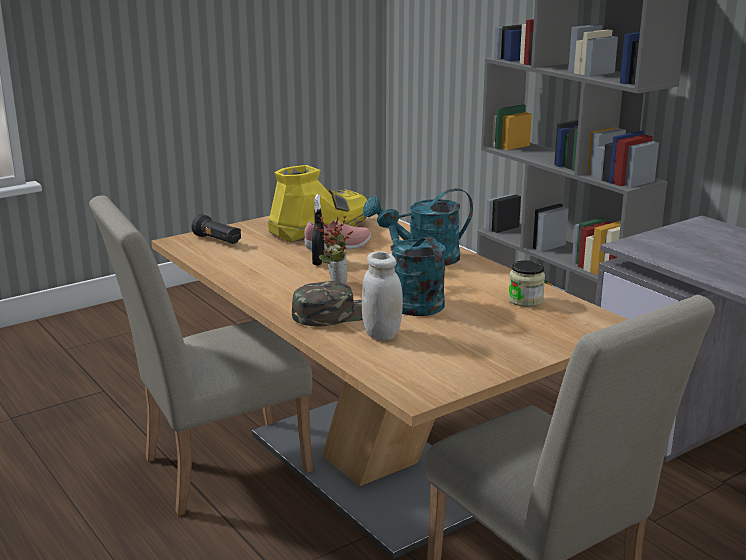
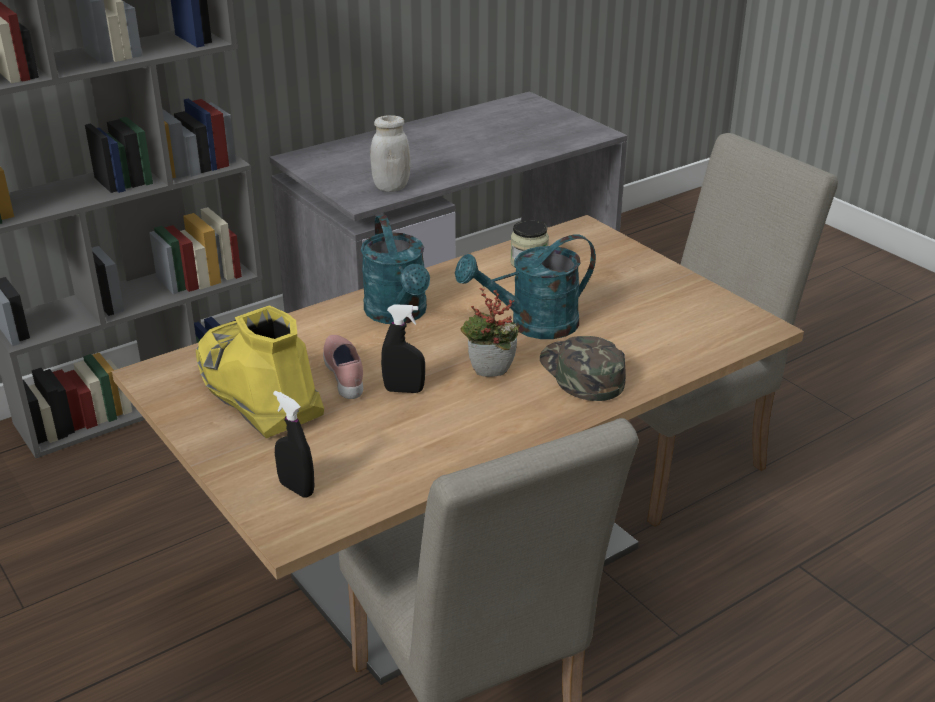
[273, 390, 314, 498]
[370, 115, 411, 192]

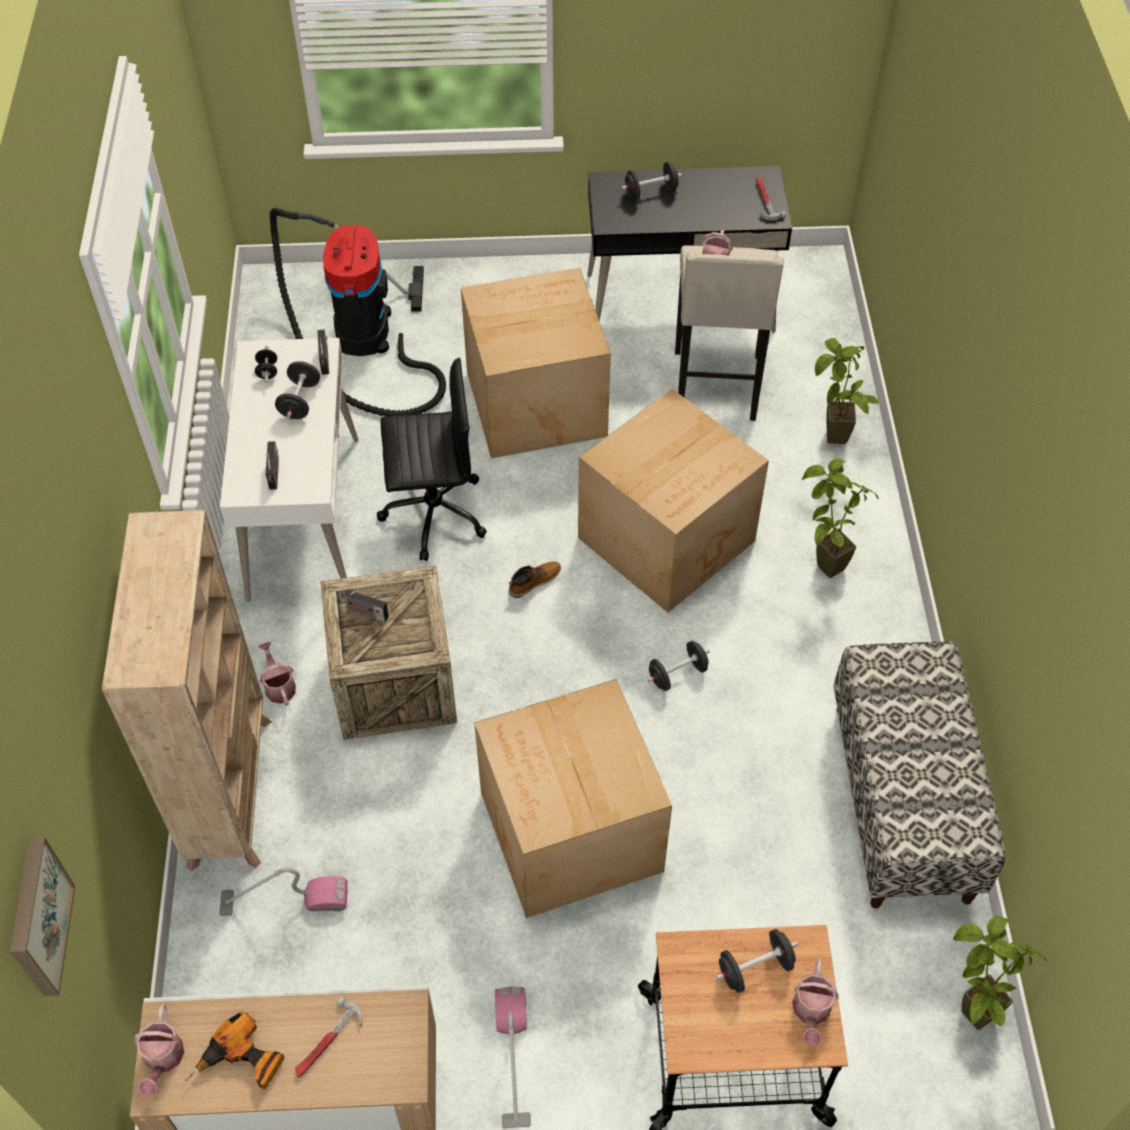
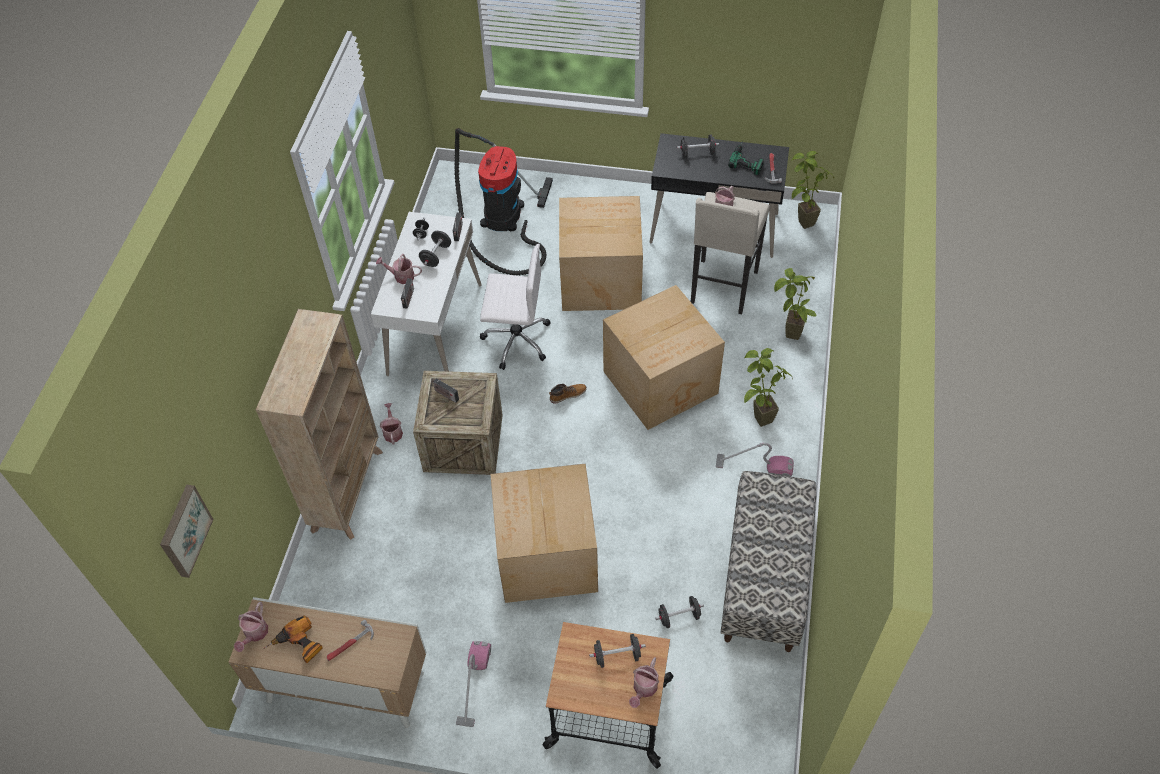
[480, 244, 551, 370]
[656, 596, 704, 628]
[716, 443, 794, 477]
[791, 151, 834, 229]
[728, 143, 764, 175]
[376, 254, 422, 284]

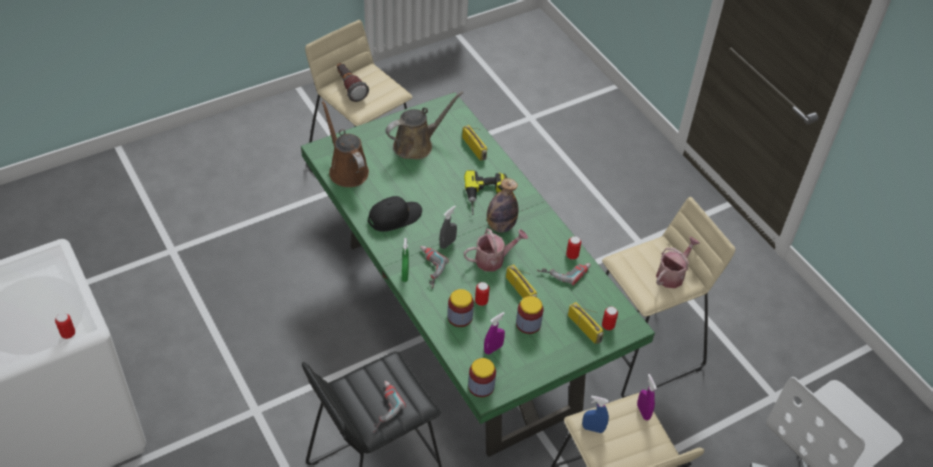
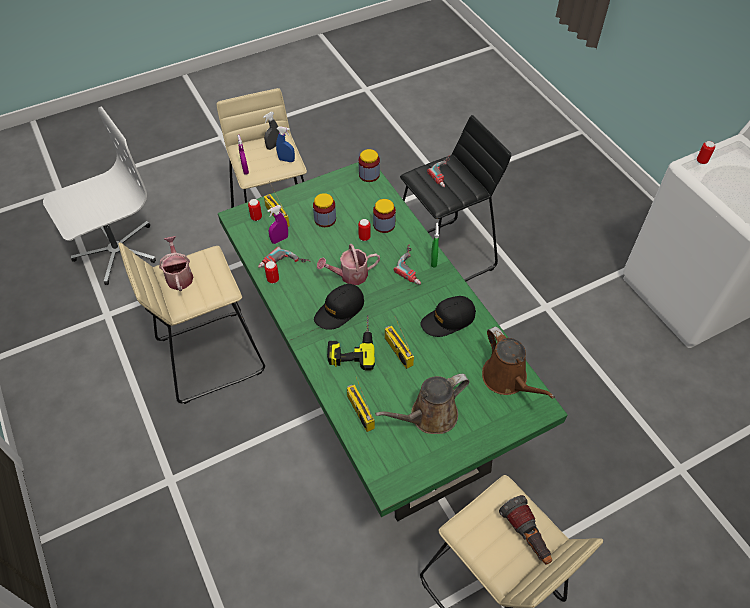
[314, 284, 364, 330]
[263, 112, 280, 150]
[159, 236, 193, 291]
[385, 317, 414, 369]
[267, 205, 288, 244]

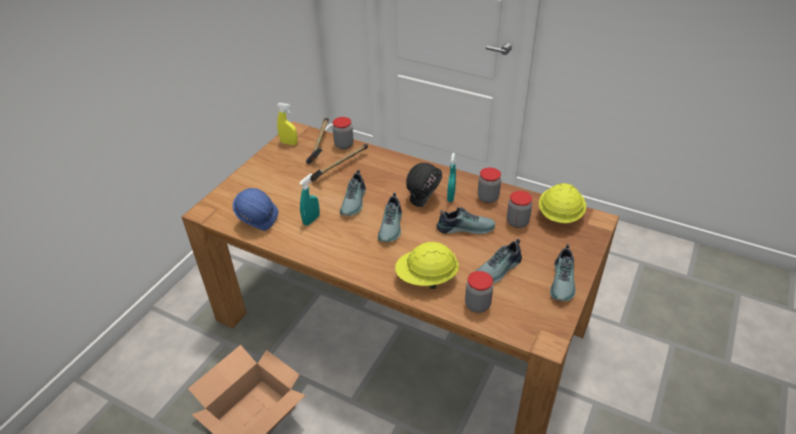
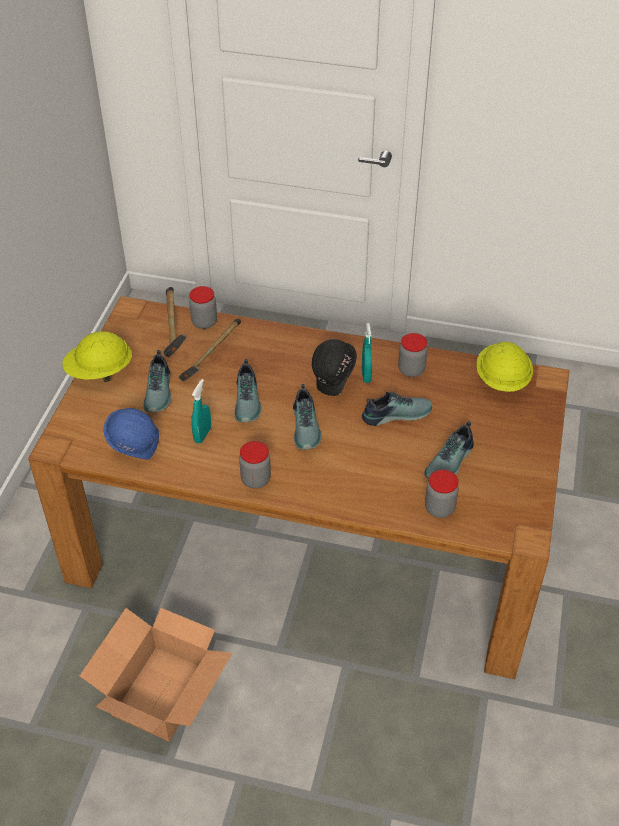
[277, 103, 297, 145] (first image)
[239, 441, 271, 489]
[62, 331, 132, 382]
[143, 350, 171, 412]

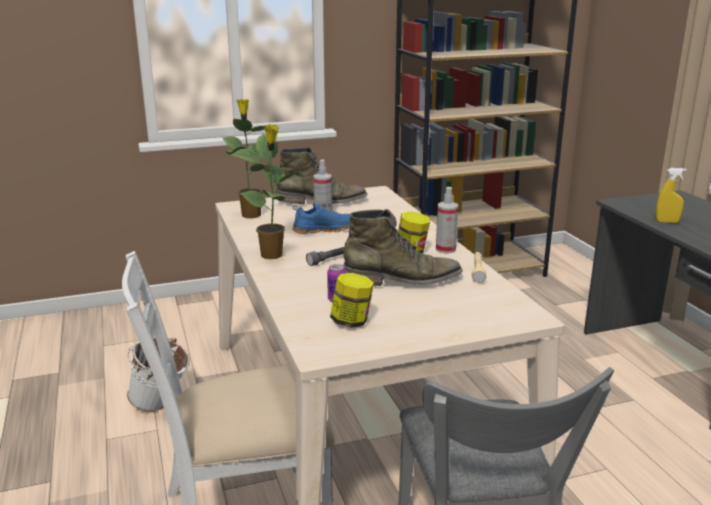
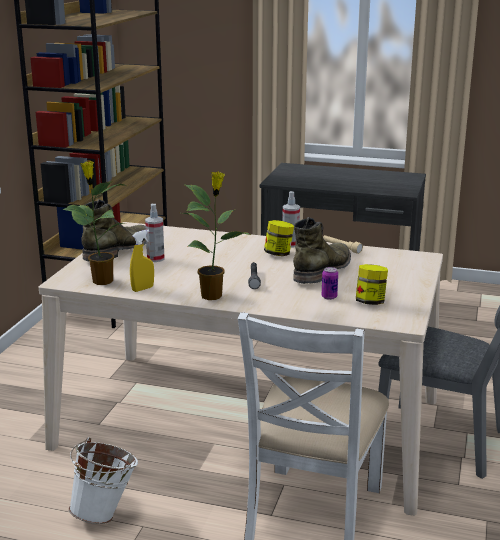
[130, 229, 154, 292]
[292, 203, 350, 234] (first image)

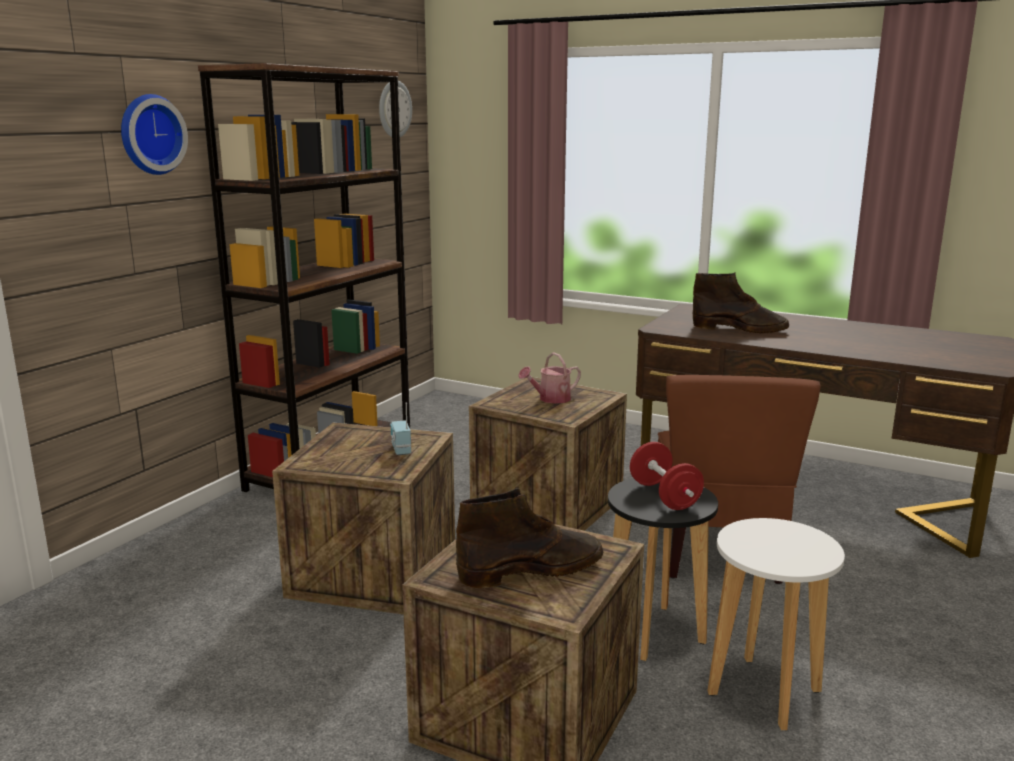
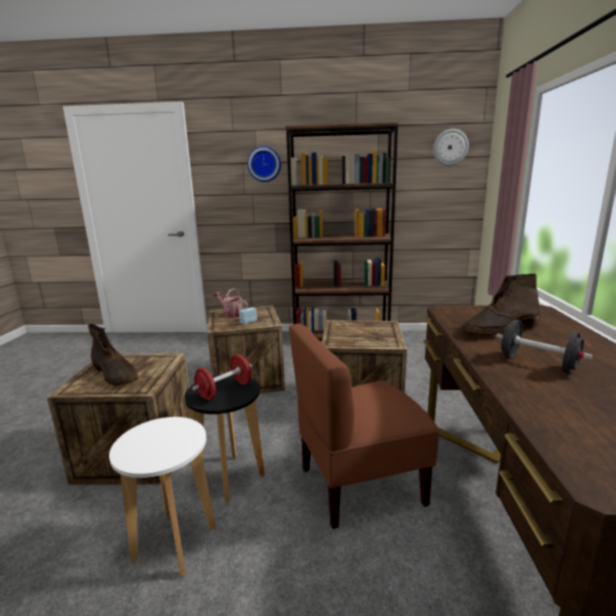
[461, 274, 540, 337]
[213, 288, 248, 318]
[496, 320, 593, 374]

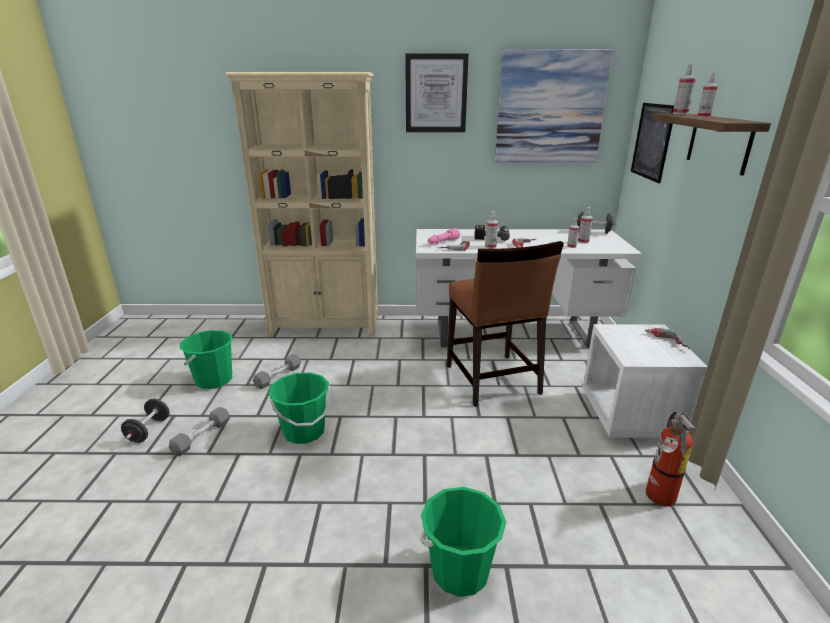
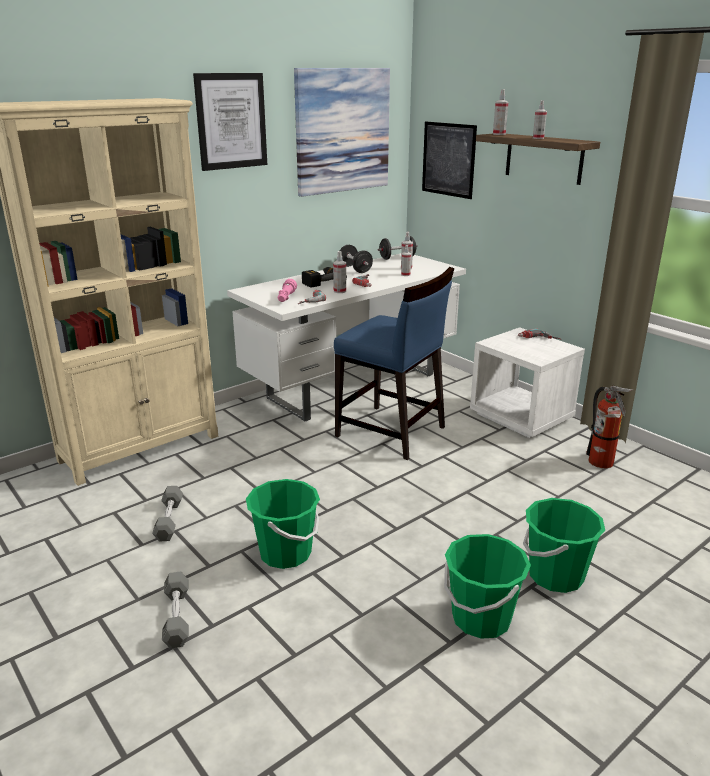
[334, 267, 454, 460]
[444, 534, 531, 639]
[340, 245, 373, 273]

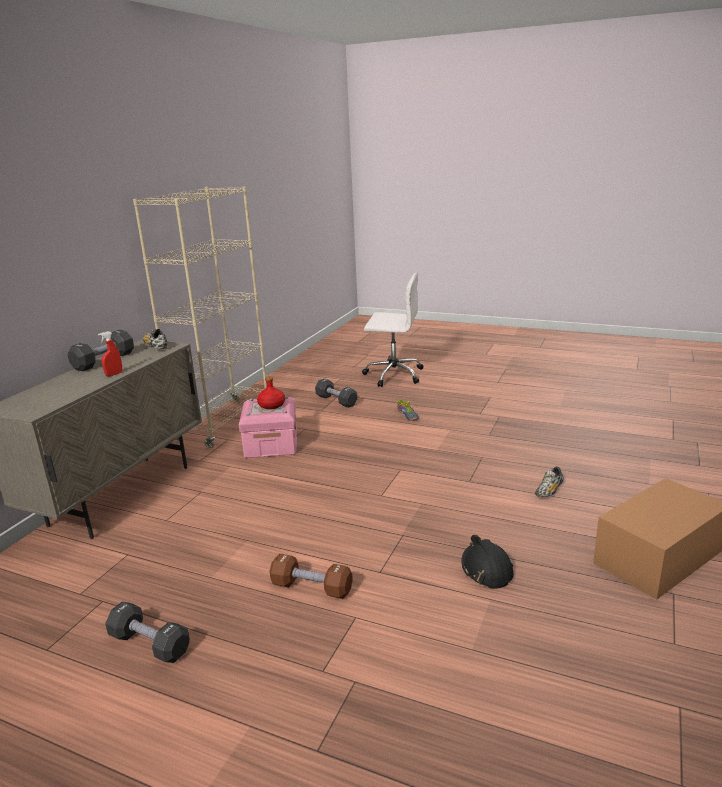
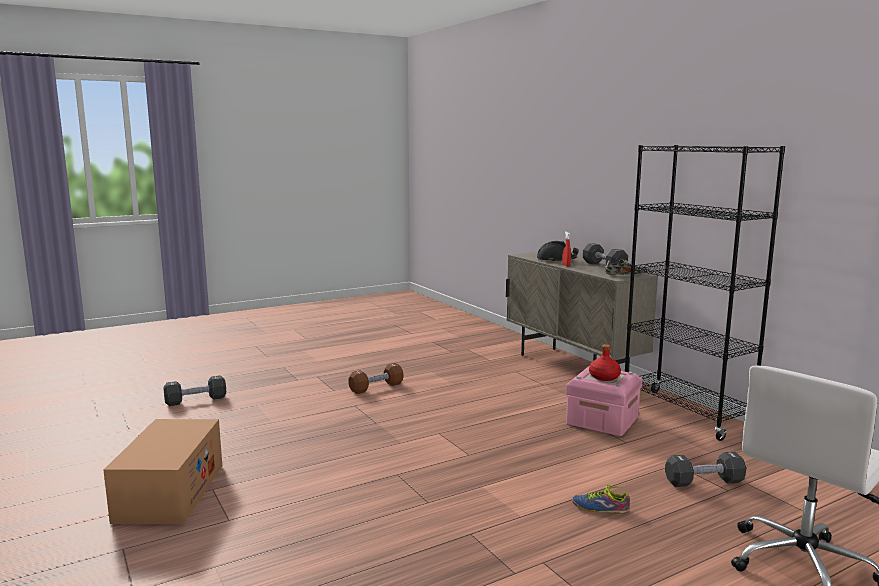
[625, 145, 785, 441]
[535, 467, 564, 497] (first image)
[537, 241, 579, 262]
[163, 375, 226, 406]

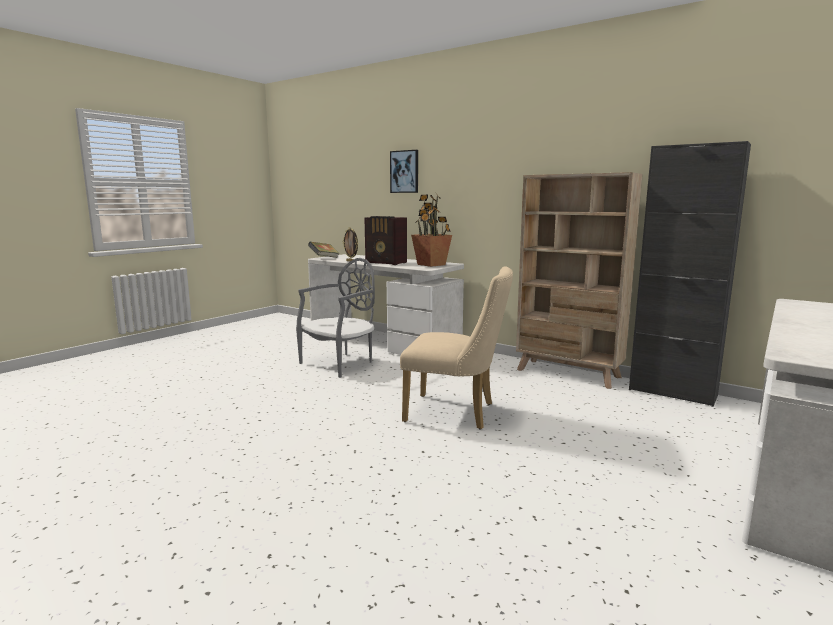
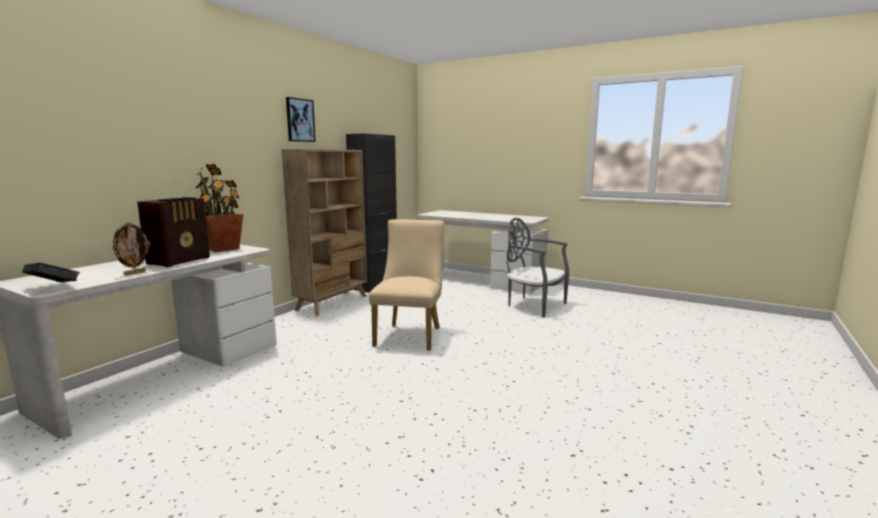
[286, 97, 316, 142]
[507, 218, 569, 317]

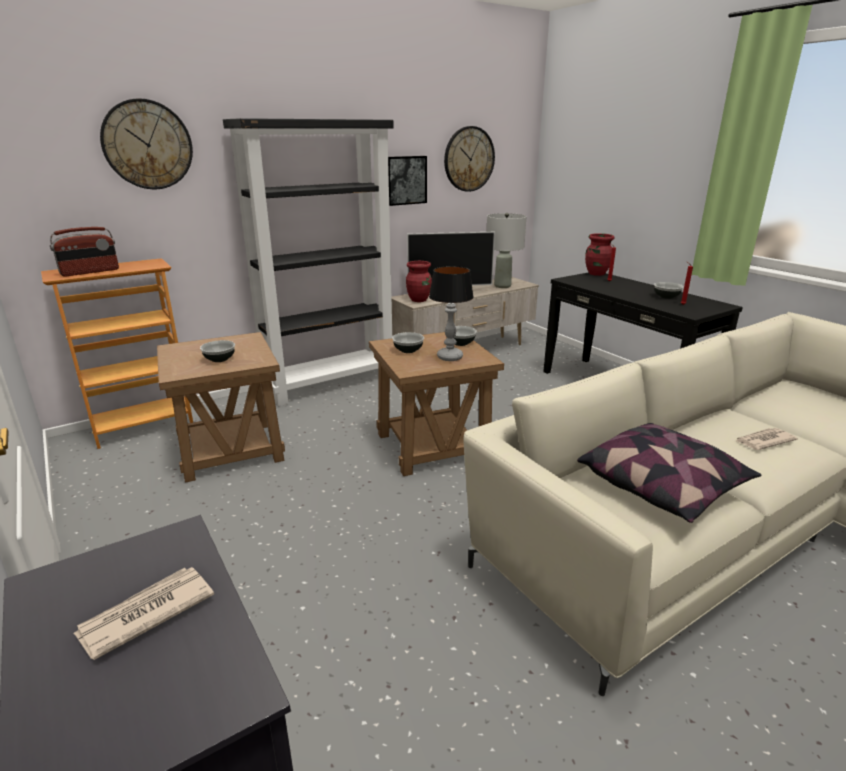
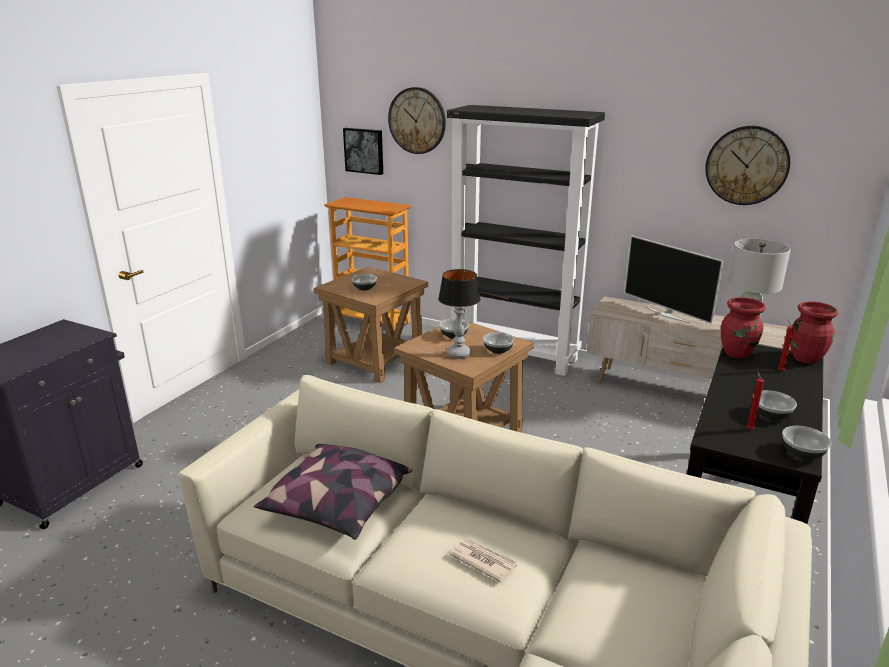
[343, 128, 383, 175]
[50, 227, 119, 277] (first image)
[721, 297, 766, 359]
[74, 567, 214, 660] (first image)
[782, 426, 832, 460]

